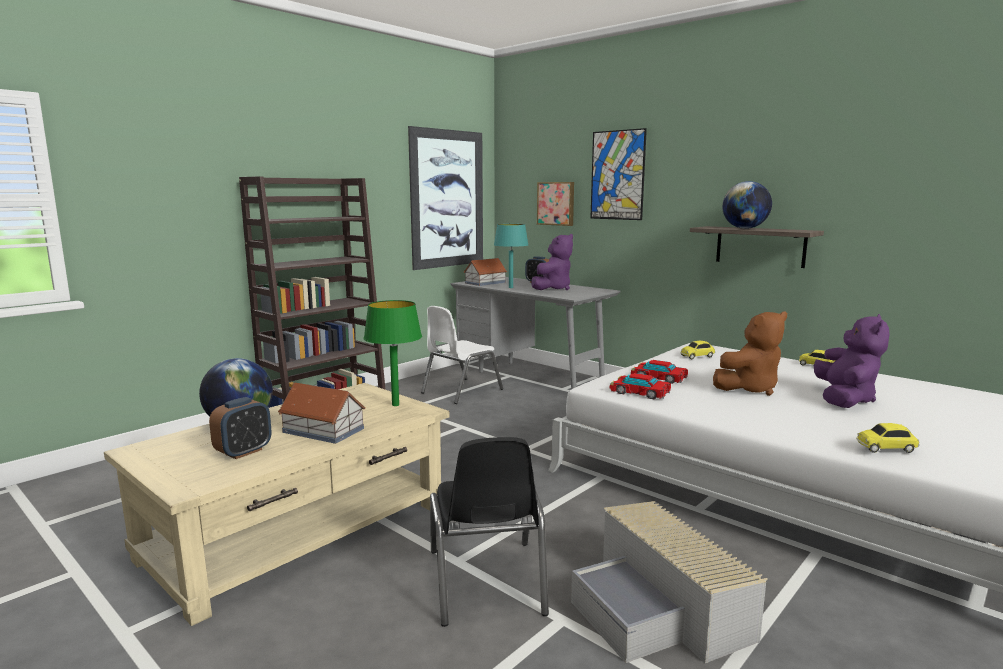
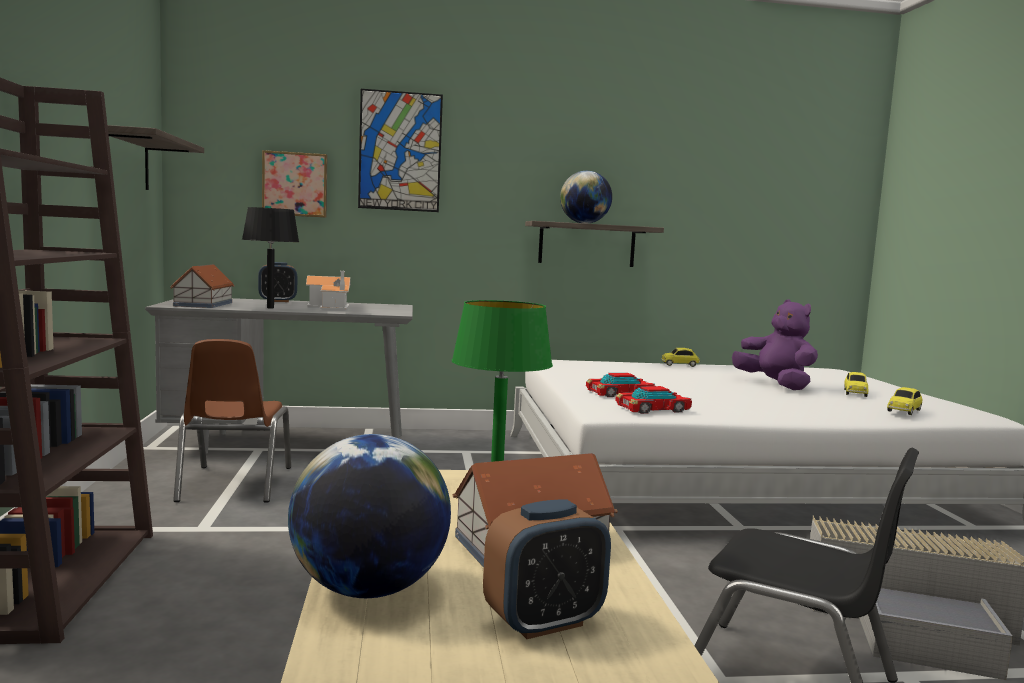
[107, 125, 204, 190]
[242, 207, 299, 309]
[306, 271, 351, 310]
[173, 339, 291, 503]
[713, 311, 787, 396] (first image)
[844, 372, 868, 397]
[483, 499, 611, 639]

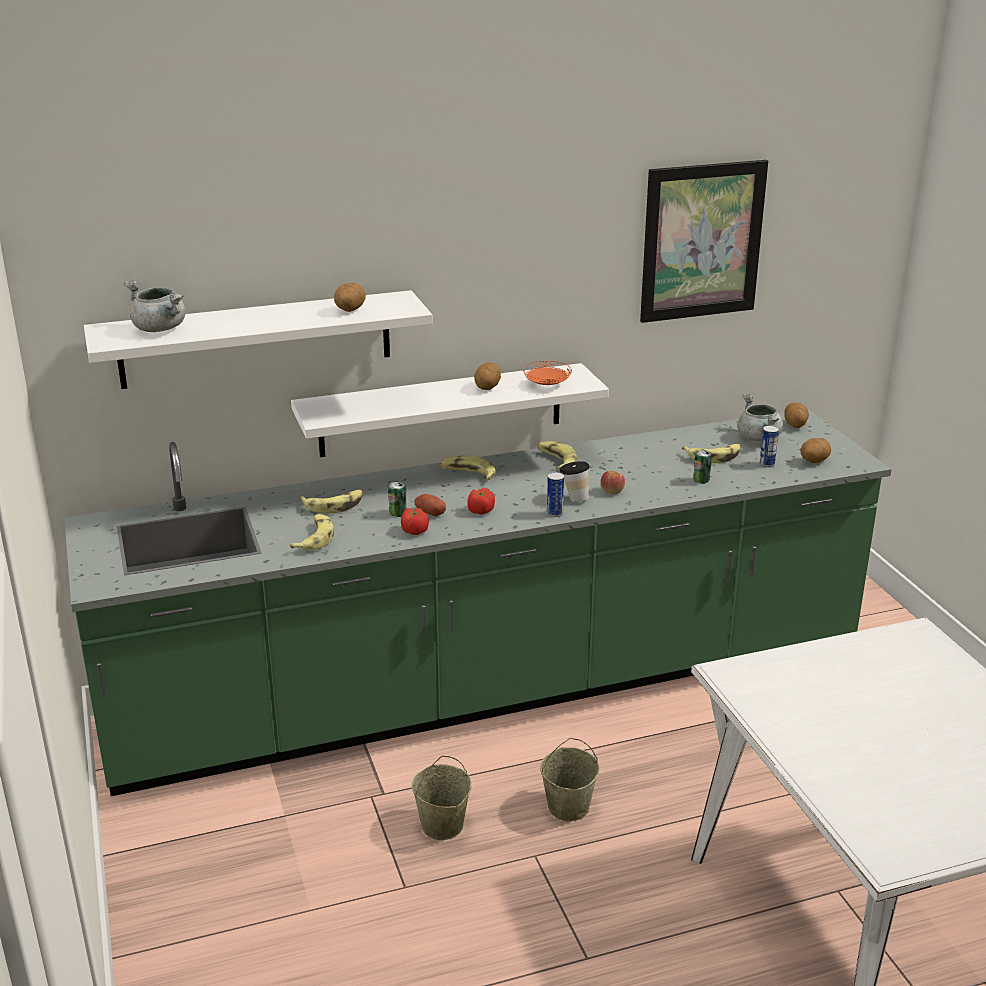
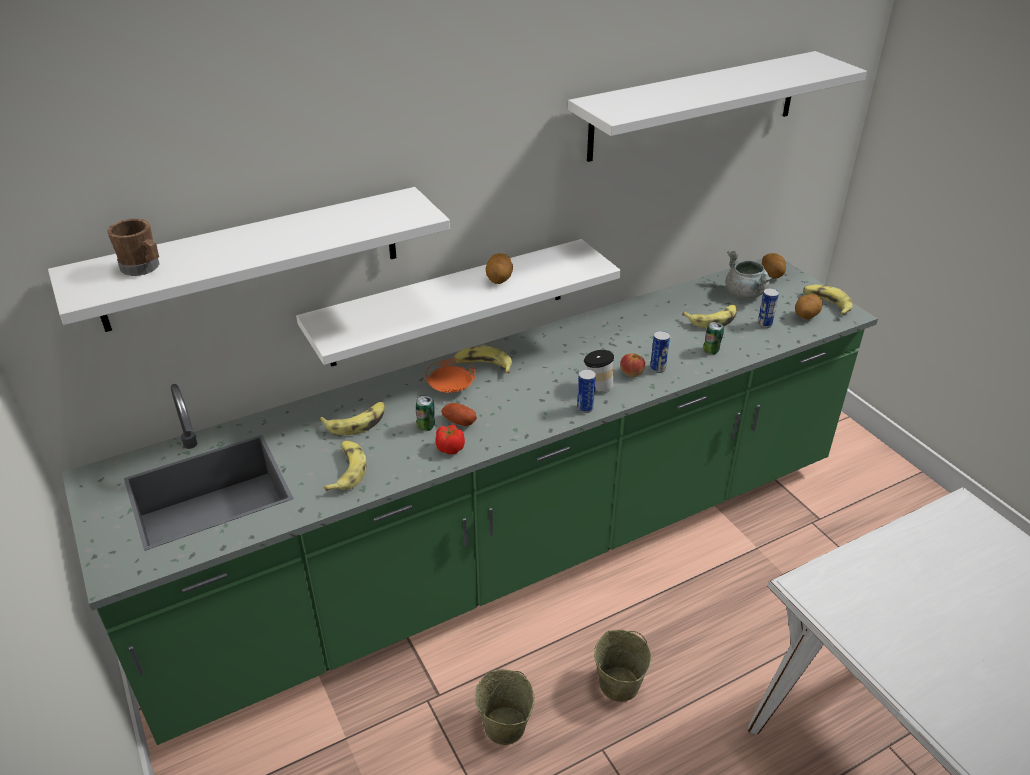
[568, 51, 867, 162]
[107, 219, 160, 276]
[334, 283, 366, 312] (first image)
[425, 359, 476, 393]
[803, 285, 853, 315]
[468, 488, 495, 514] (first image)
[650, 331, 670, 373]

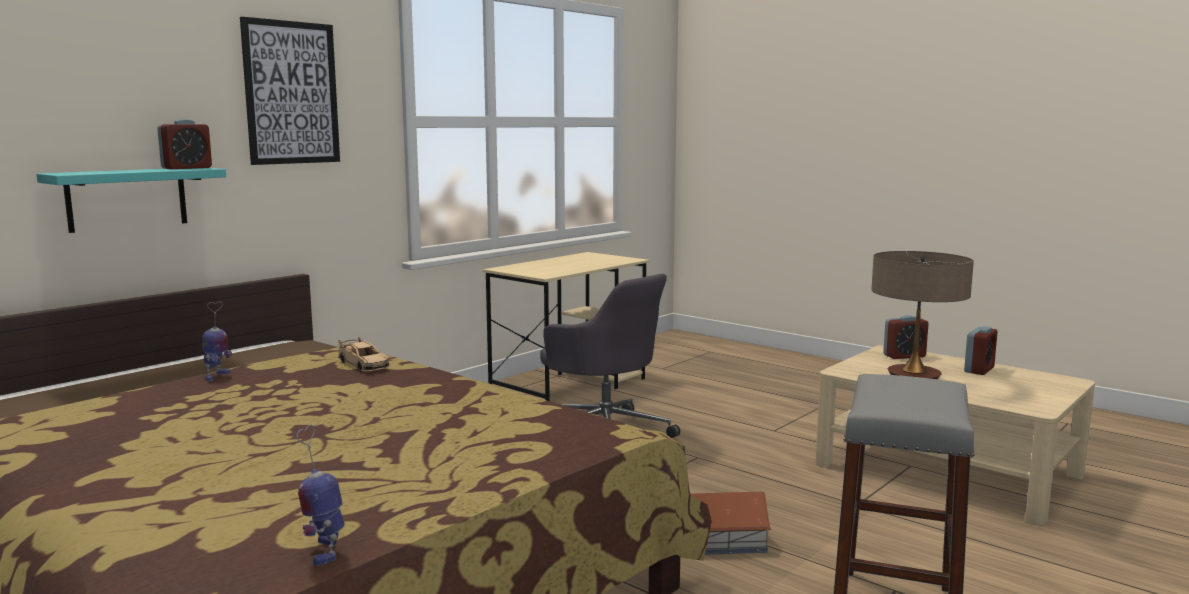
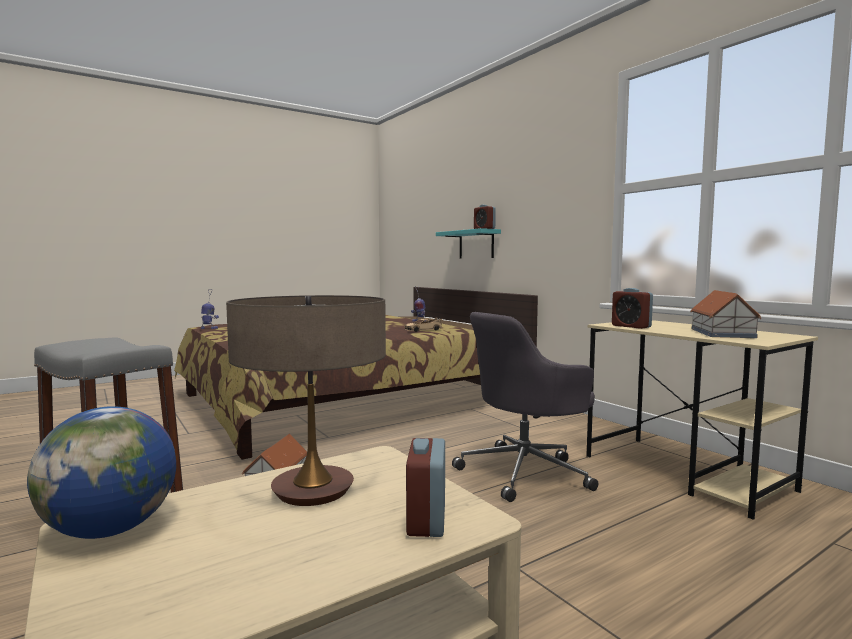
[240, 17, 340, 165] (first image)
[612, 288, 653, 329]
[690, 290, 761, 338]
[27, 406, 176, 539]

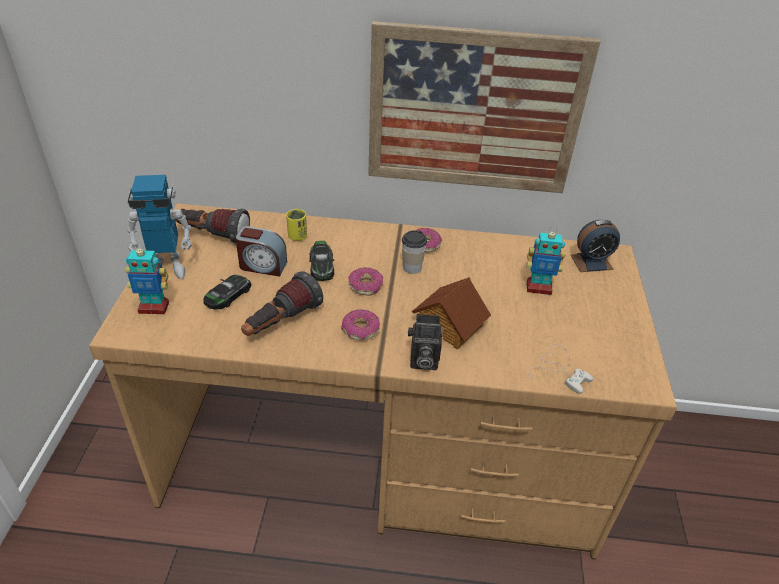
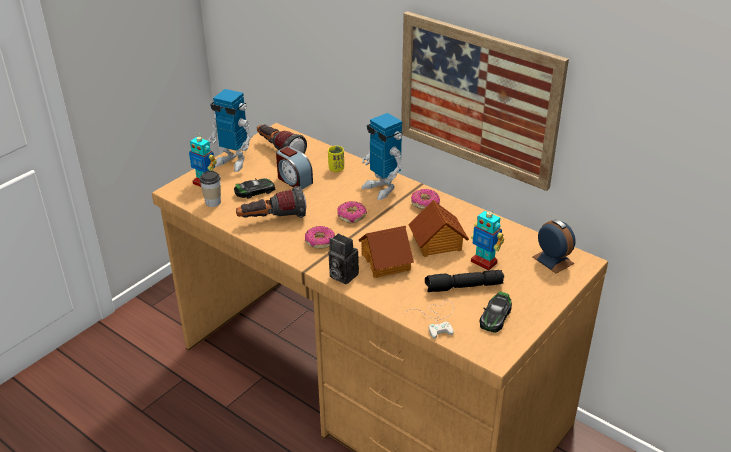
[532, 219, 576, 274]
[200, 171, 221, 207]
[480, 292, 512, 333]
[362, 113, 403, 200]
[408, 200, 469, 257]
[425, 270, 504, 292]

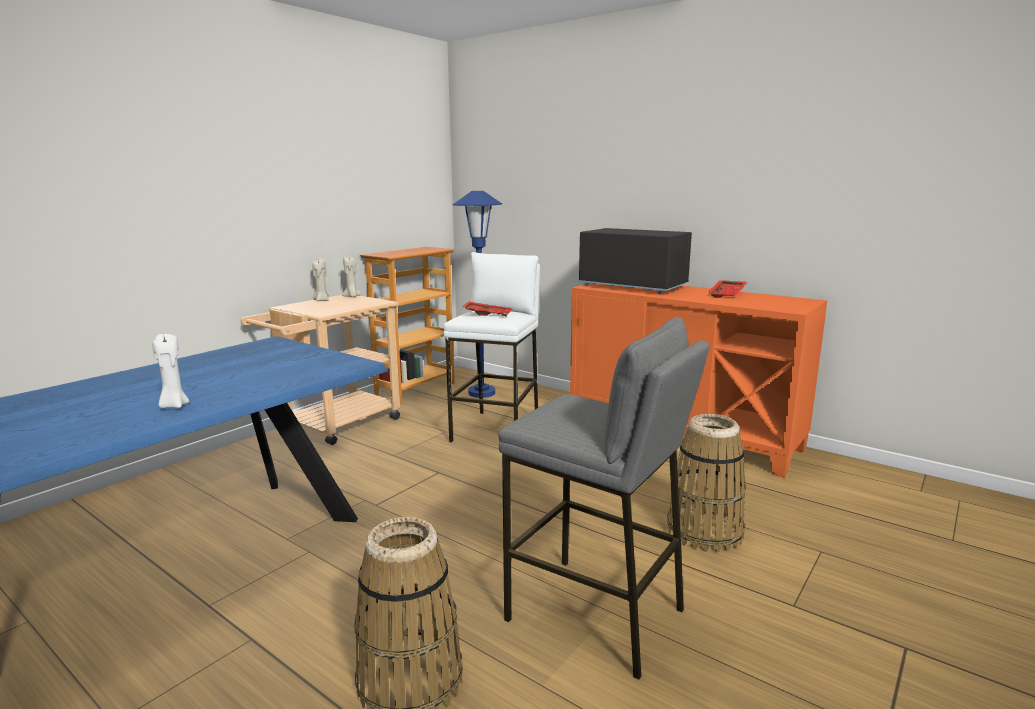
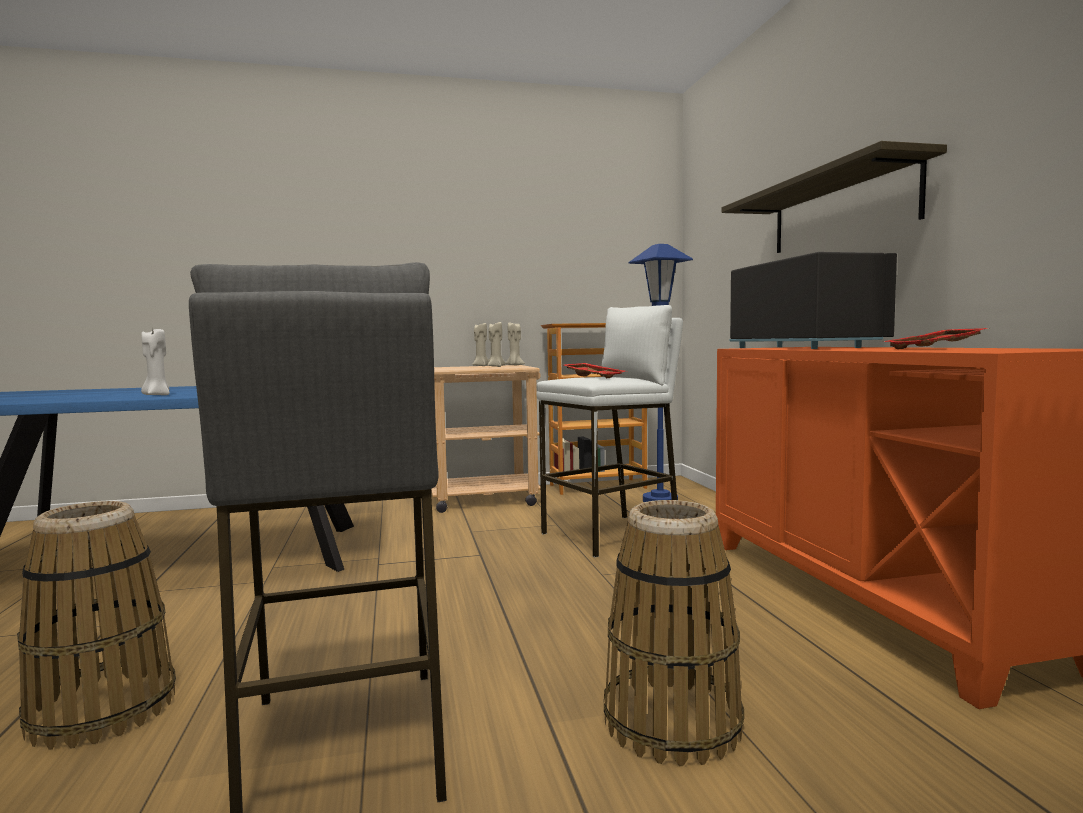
[722, 141, 947, 253]
[488, 322, 506, 367]

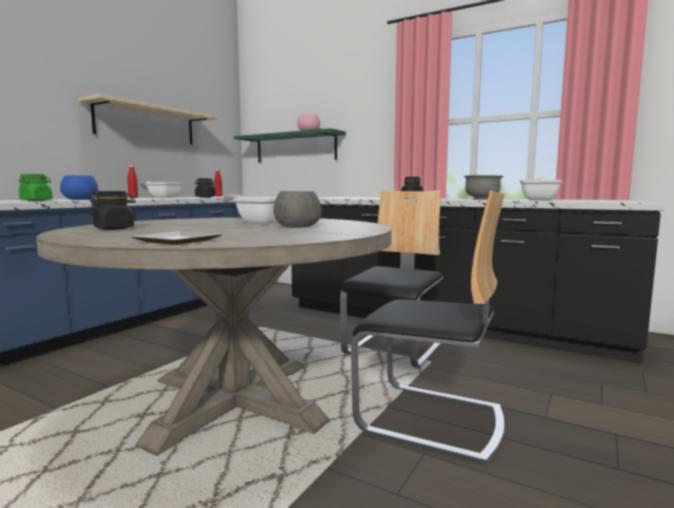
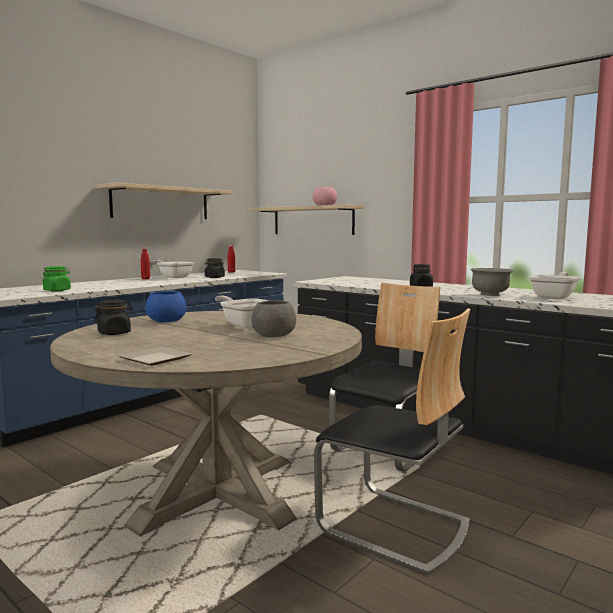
[250, 204, 364, 235]
[145, 291, 186, 322]

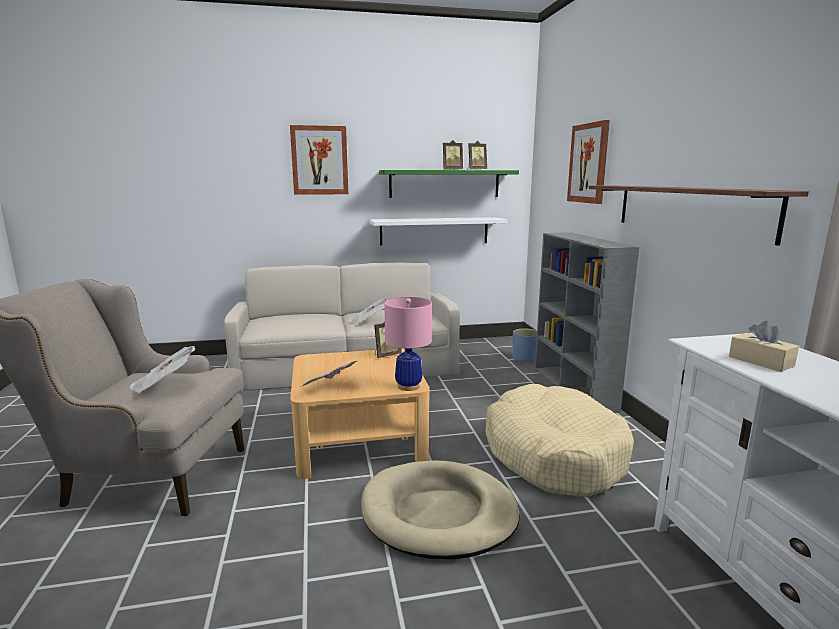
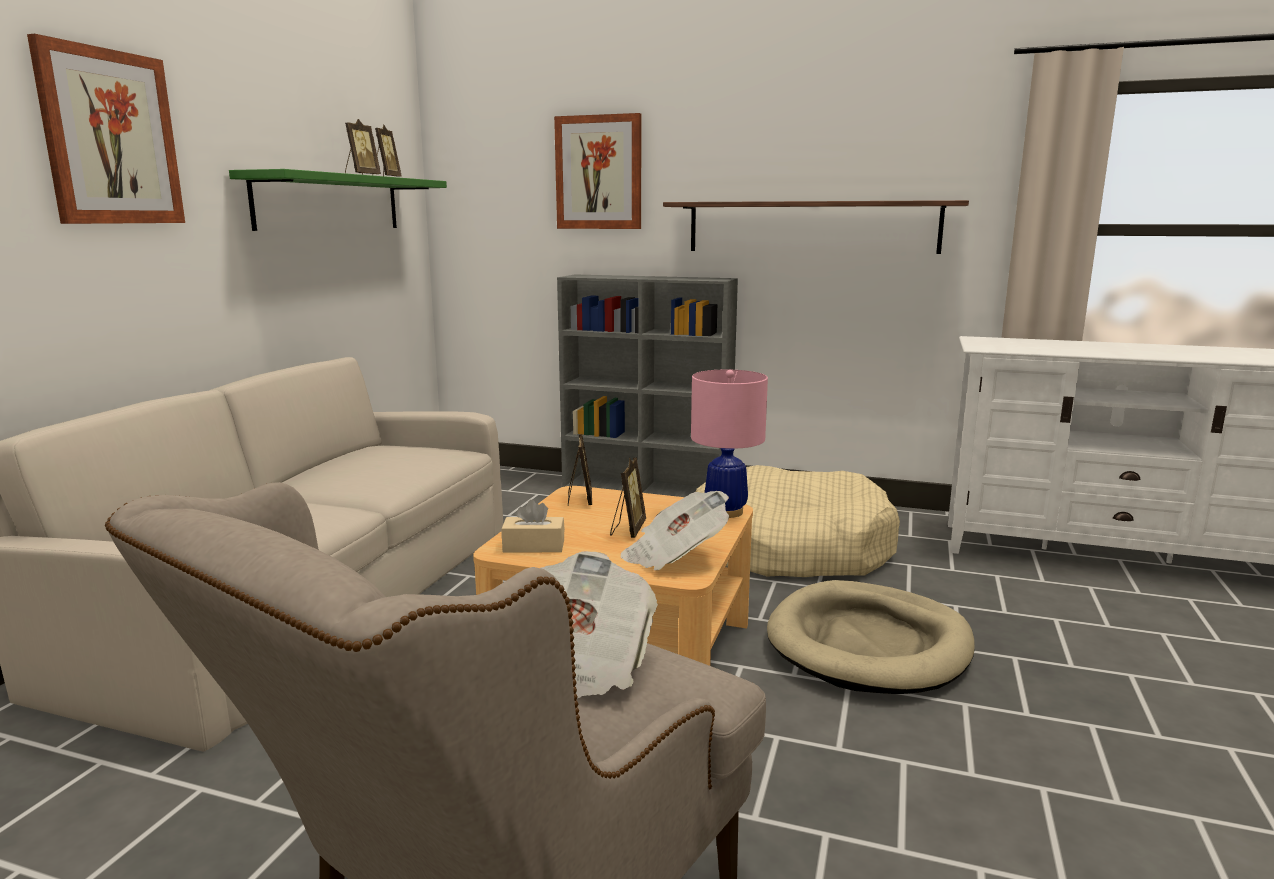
[370, 217, 507, 246] (first image)
[349, 298, 389, 324] (first image)
[501, 500, 565, 553]
[513, 329, 537, 363] (first image)
[610, 458, 646, 538]

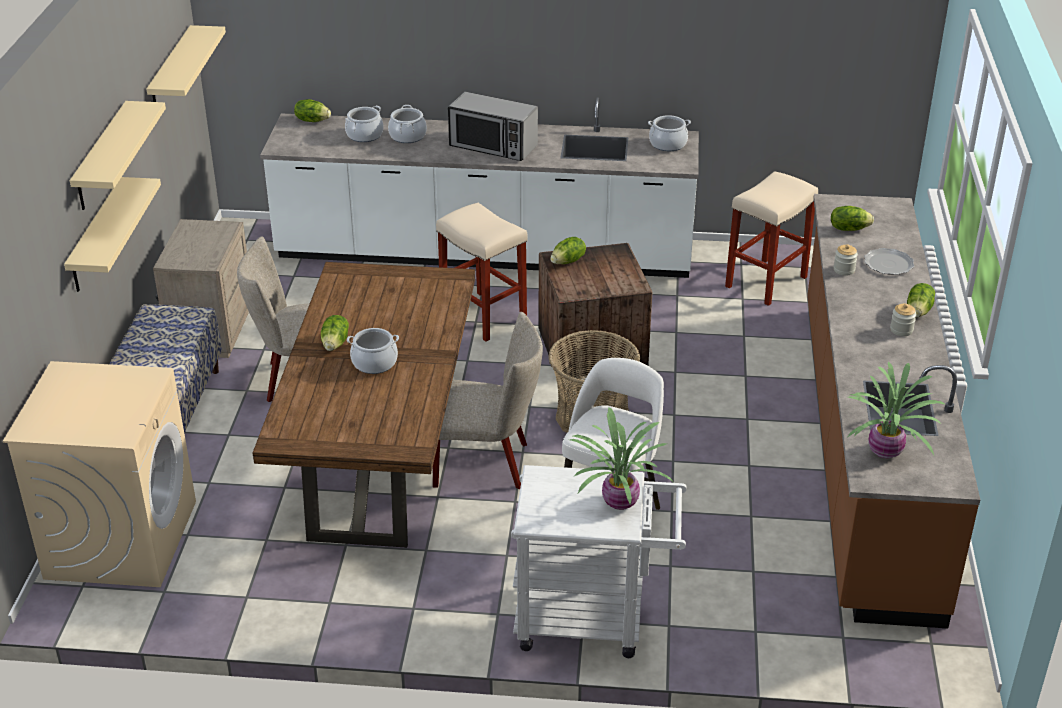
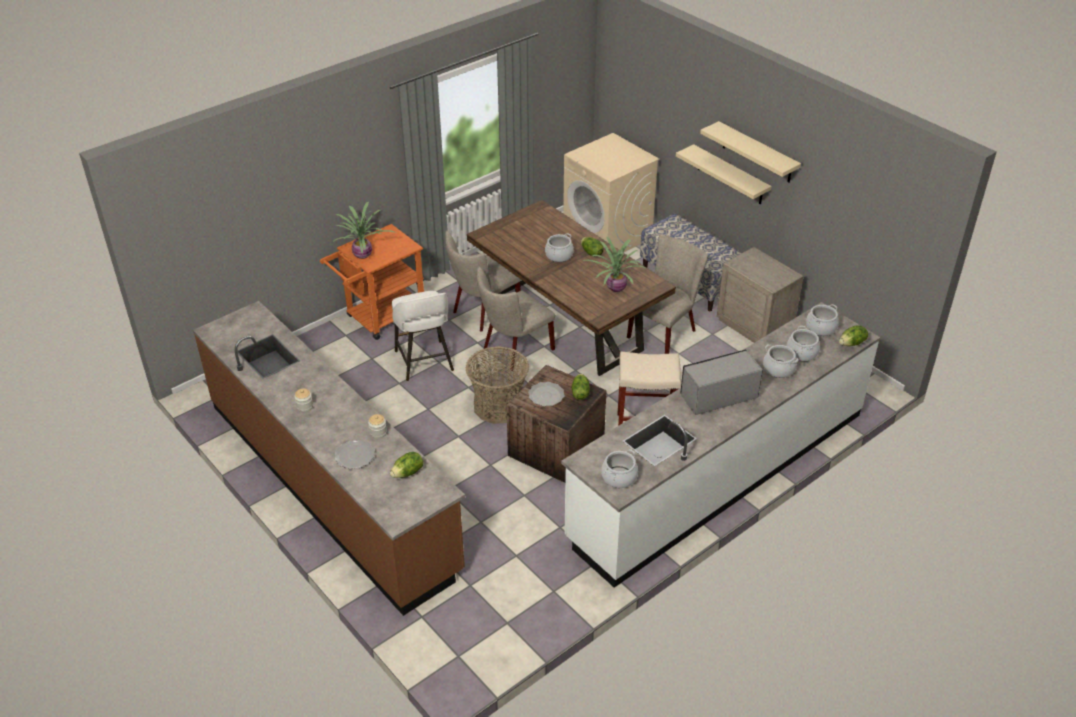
[146, 25, 226, 102] (first image)
[725, 171, 818, 306] (first image)
[907, 283, 935, 318] (first image)
[583, 237, 647, 292]
[320, 224, 424, 340]
[445, 231, 521, 331]
[806, 304, 839, 336]
[528, 382, 565, 406]

